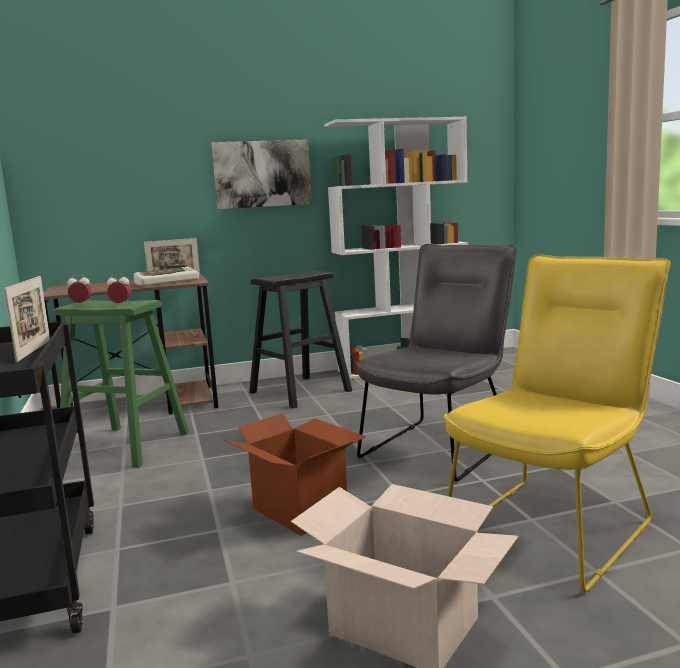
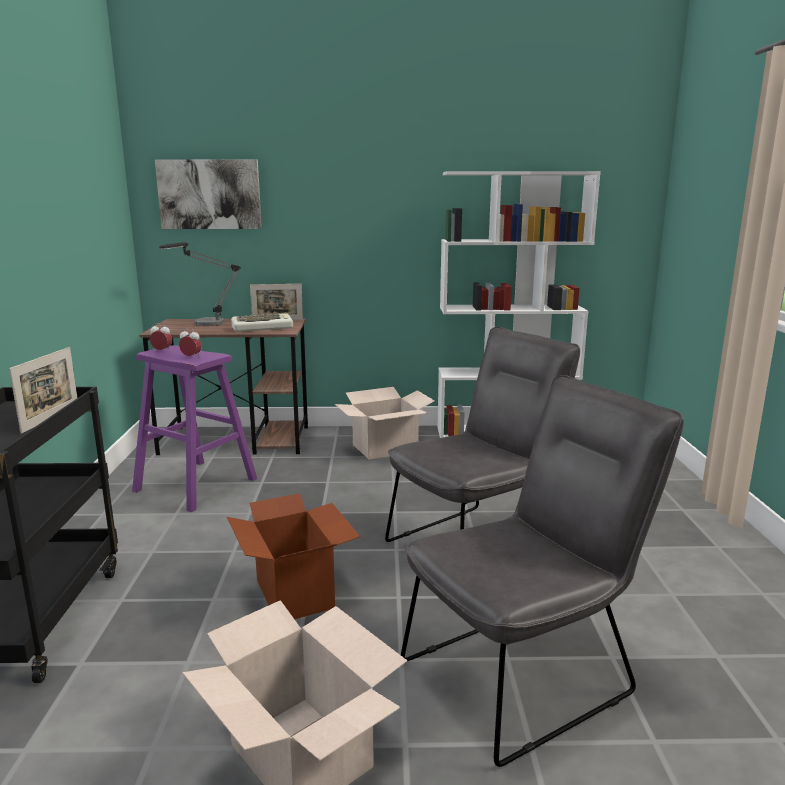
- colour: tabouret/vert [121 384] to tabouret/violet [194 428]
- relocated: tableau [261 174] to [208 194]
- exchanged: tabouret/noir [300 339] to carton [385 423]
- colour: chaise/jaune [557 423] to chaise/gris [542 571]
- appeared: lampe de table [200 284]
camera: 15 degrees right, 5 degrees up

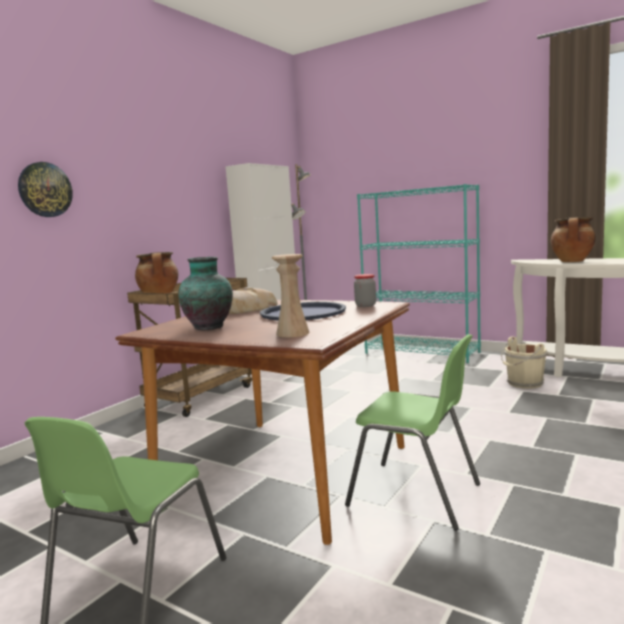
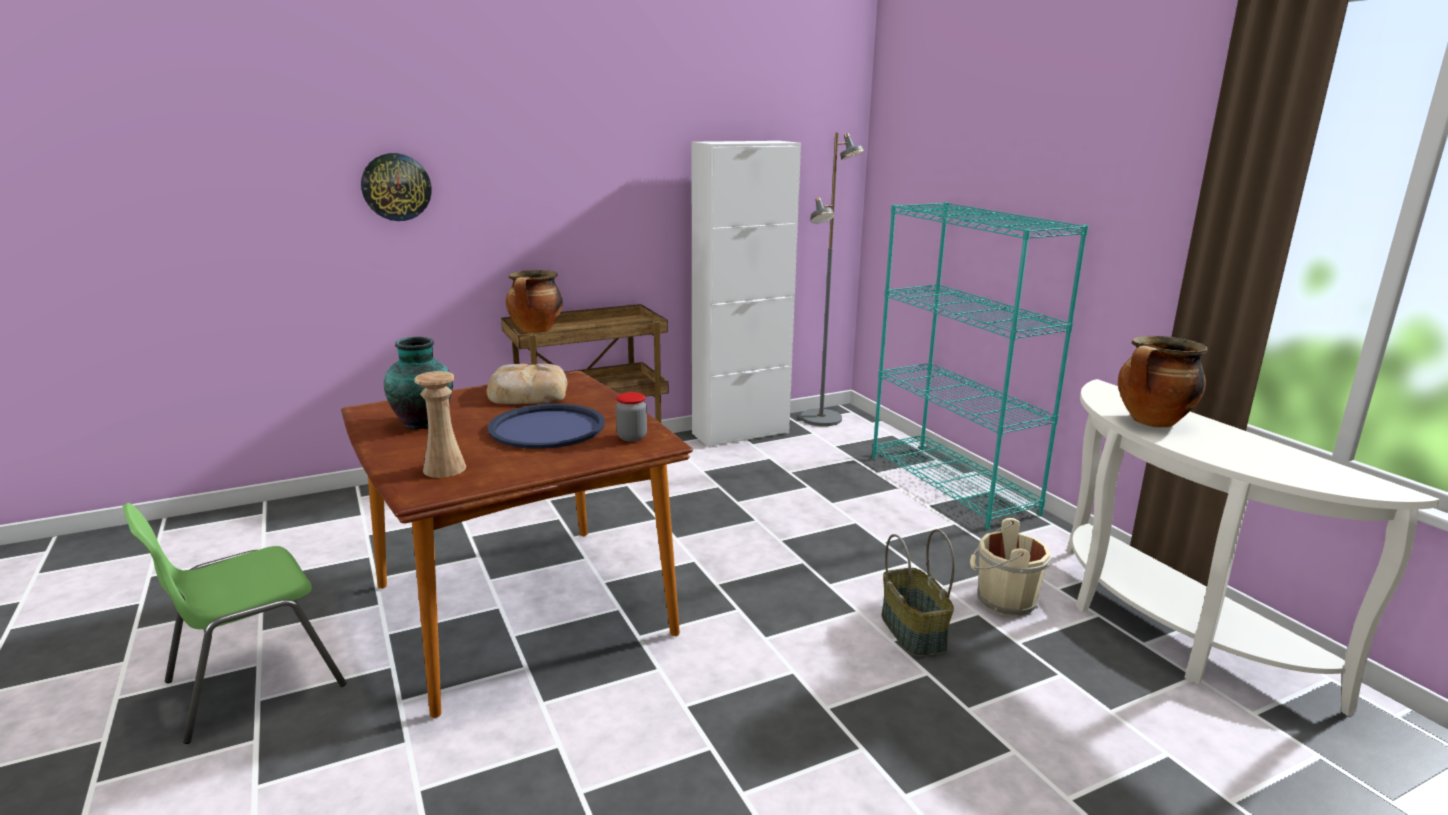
- missing: chaise/vert [412 432]
- appeared: panier [918 593]
camera: 30 degrees right, 10 degrees up

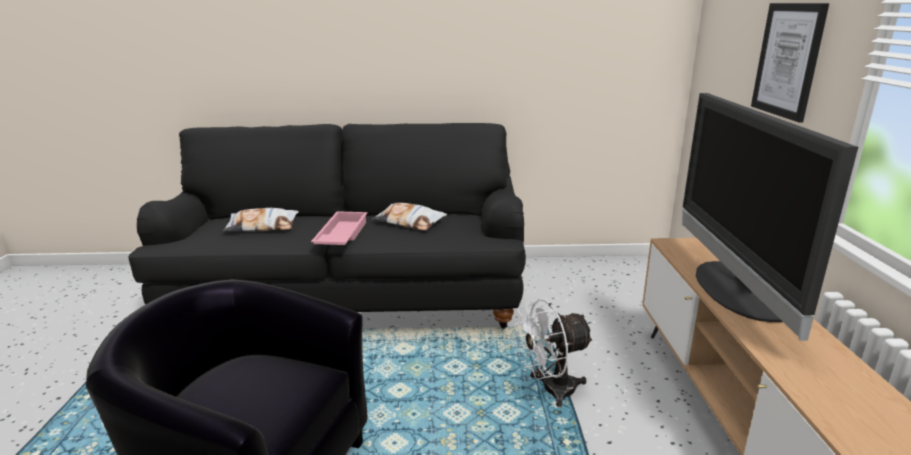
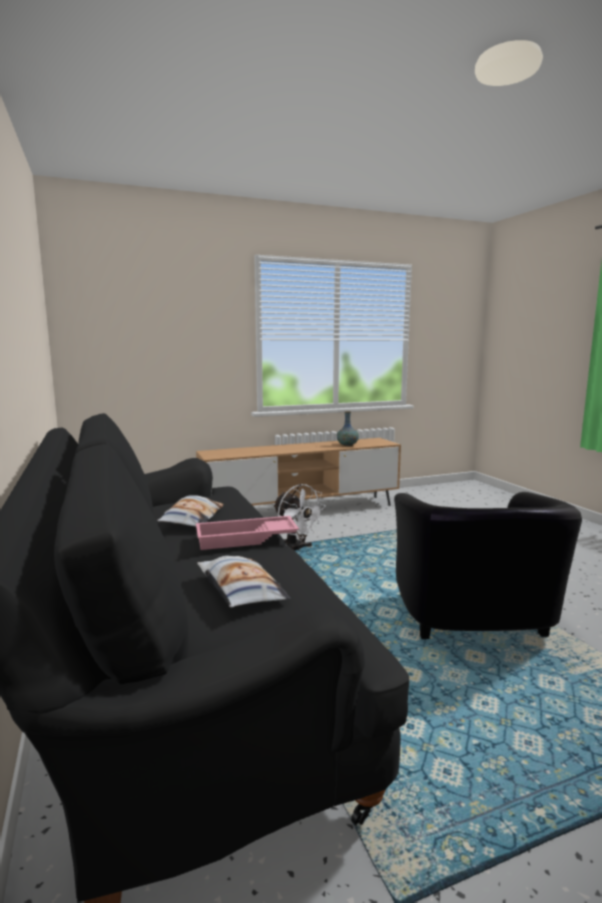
- missing: téléviseur [770 217]
- missing: tableau [790 62]
- appeared: vase [348 428]
camera: 110 degrees left, 10 degrees down

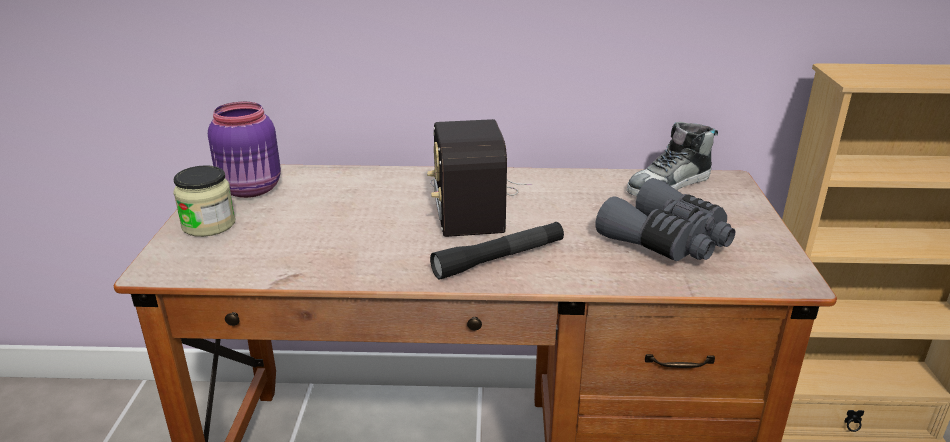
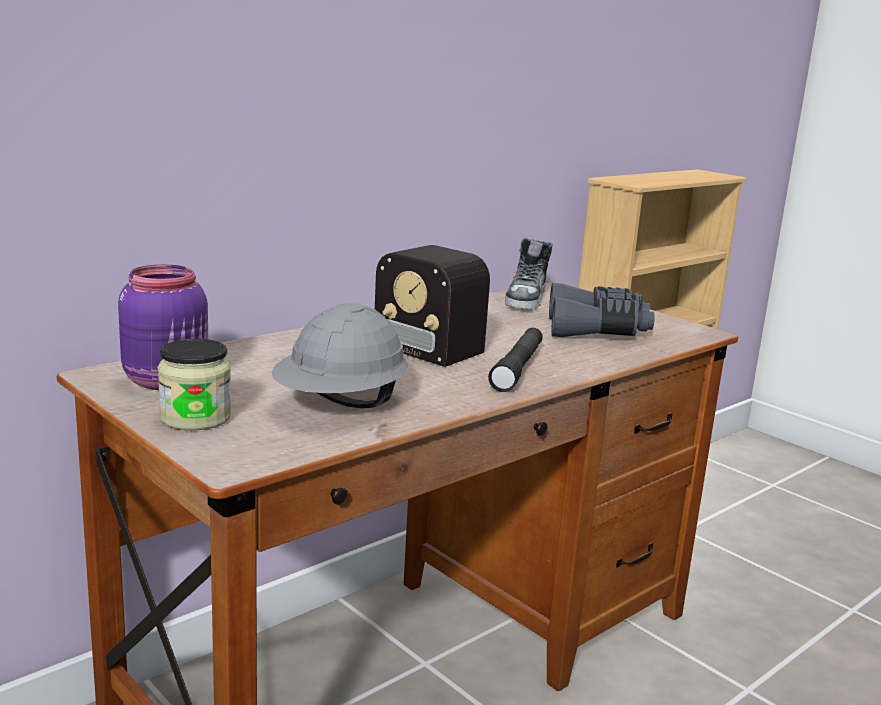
- appeared: casque de chantier/gris [340 355]
camera: 45 degrees left, 10 degrees down

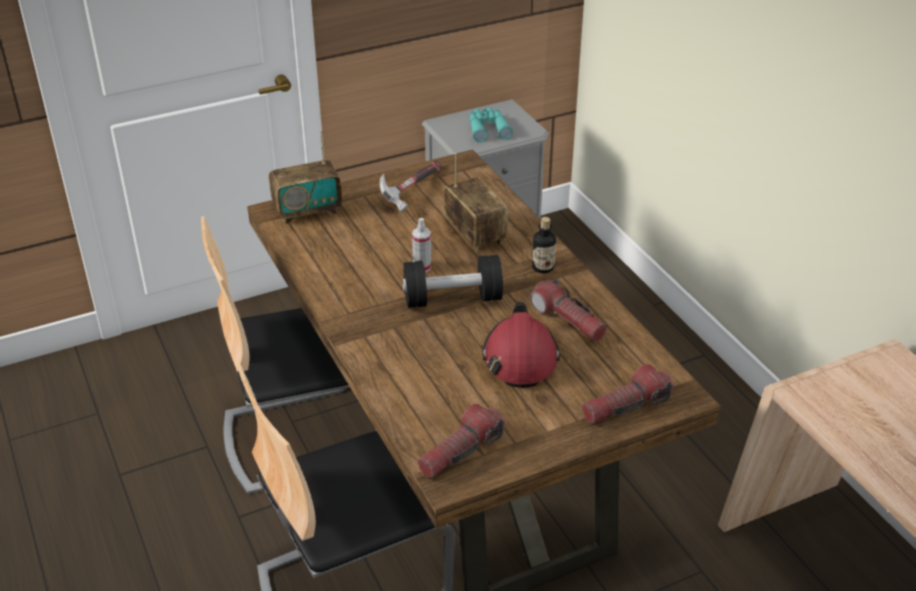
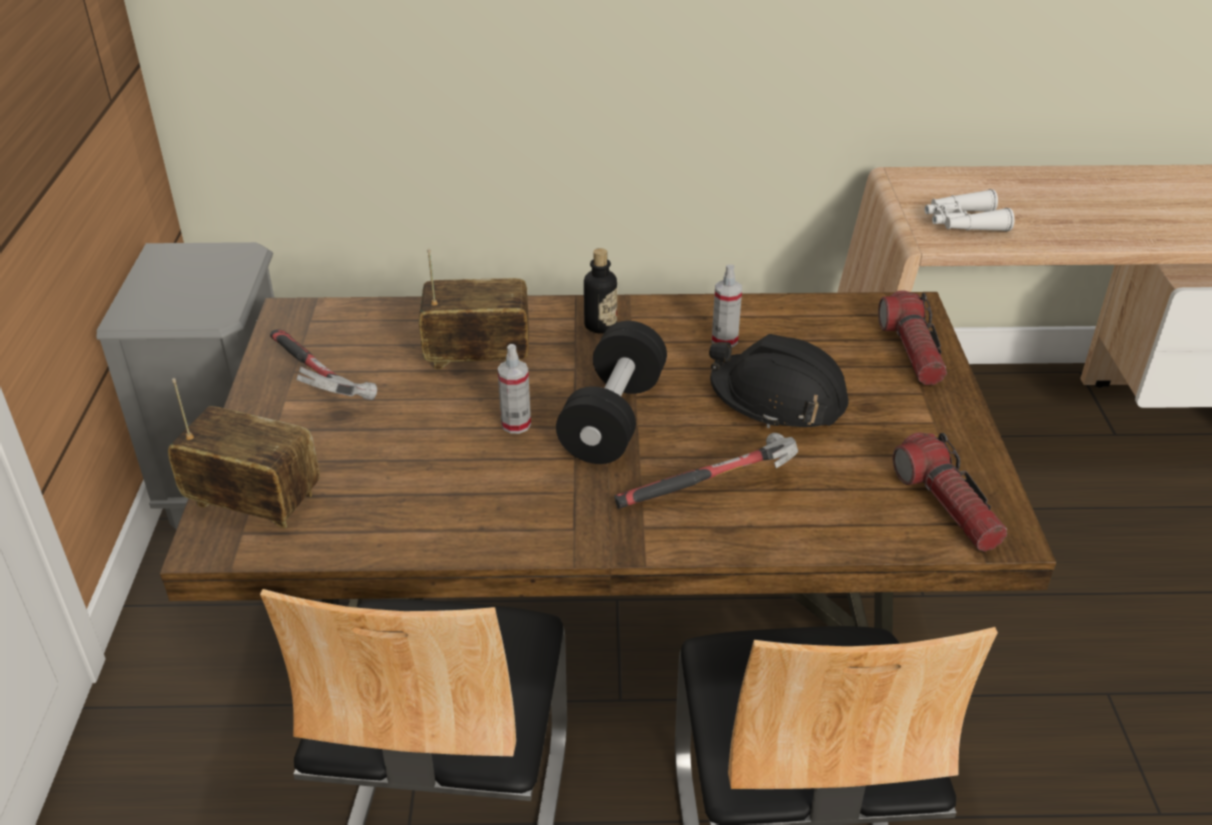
- spun: radio [305 177] = [244 453] 75 degrees counterclockwise
- missing: jumelles/turquoise [491 125]
- colour: casque de chantier/rouge [521 345] to casque de chantier/noir [779 381]
- exchanged: lampe de poche [568 309] to vaporisateur [727 306]
- appeared: marteau [706 471]
- appeared: jumelles/blanc [970 210]
camera: 65 degrees left, 0 degrees up

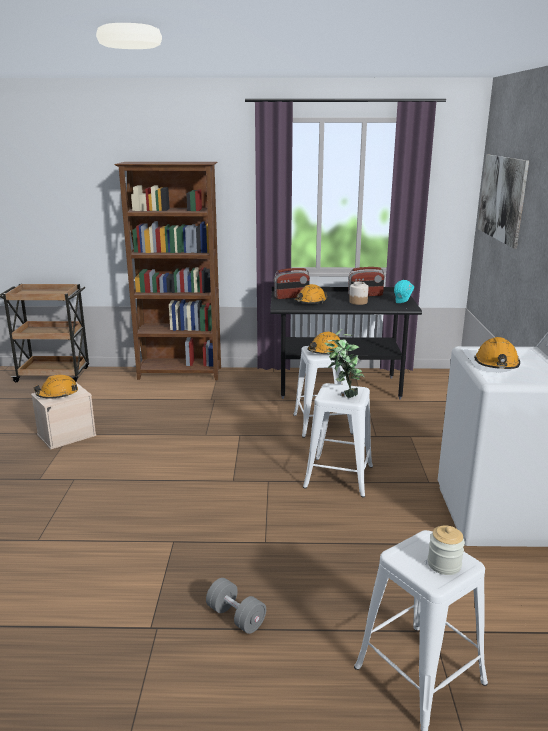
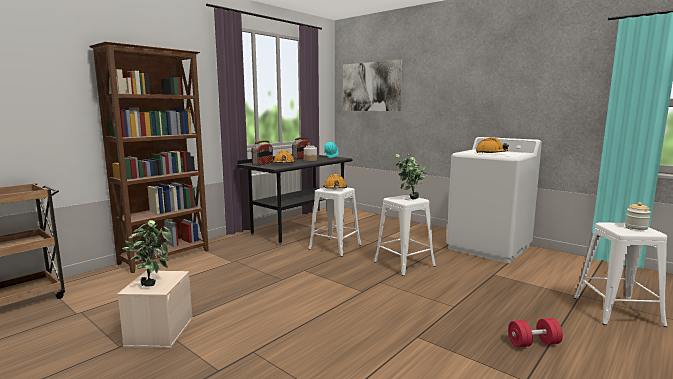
- exchanged: casque de chantier/orange [56 387] to plante en pot [147 253]
- colour: haltère/gris [236 606] to haltère/rouge [535 332]
camera: 50 degrees left, 10 degrees down

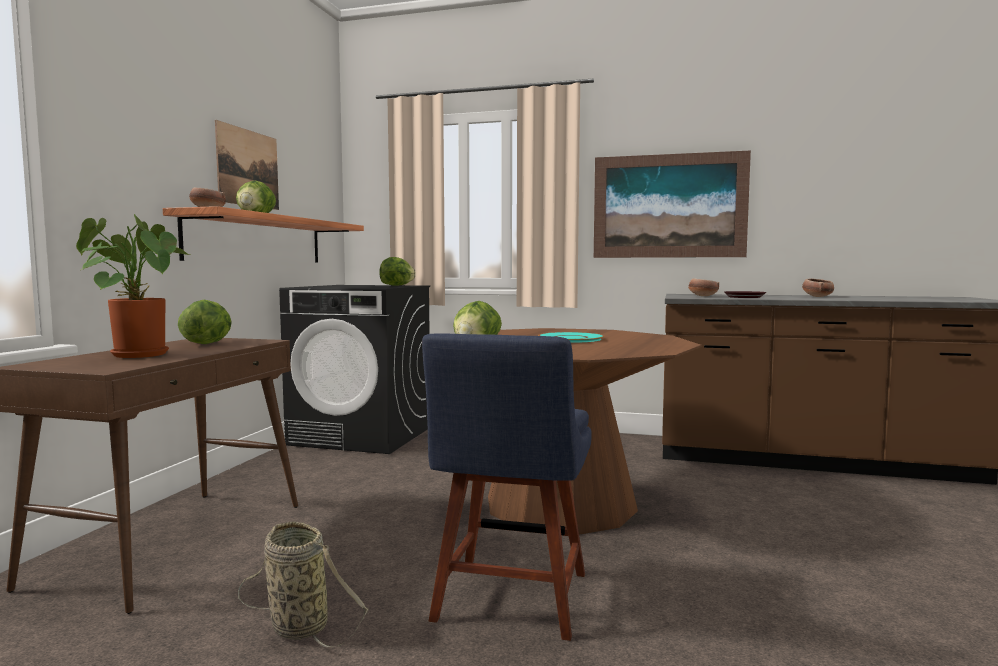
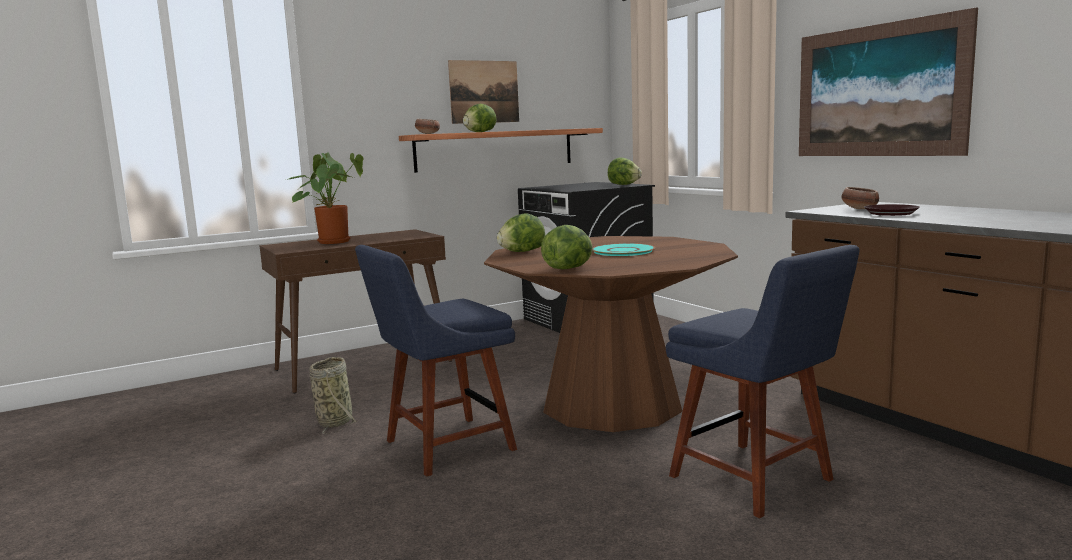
- relocated: laitue [205 322] to [567 247]
- missing: bol [818 288]
- appeared: chaise/bleu [763 381]
camera: 45 degrees right, 5 degrees up

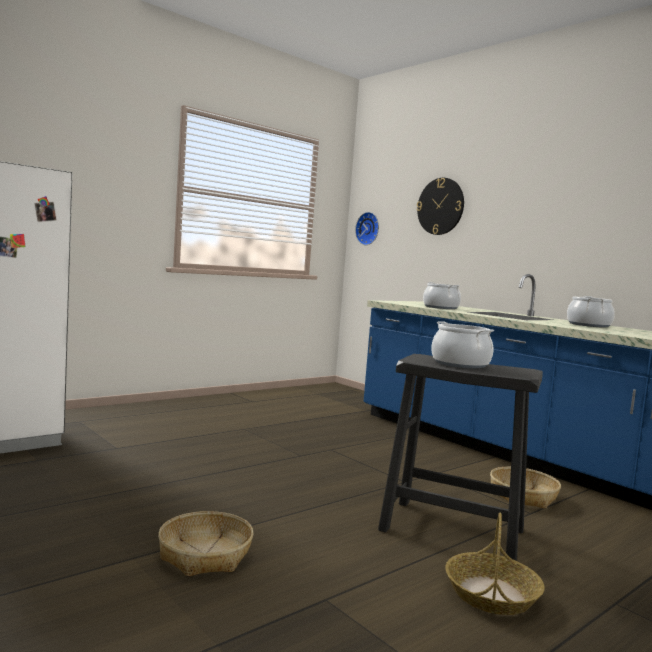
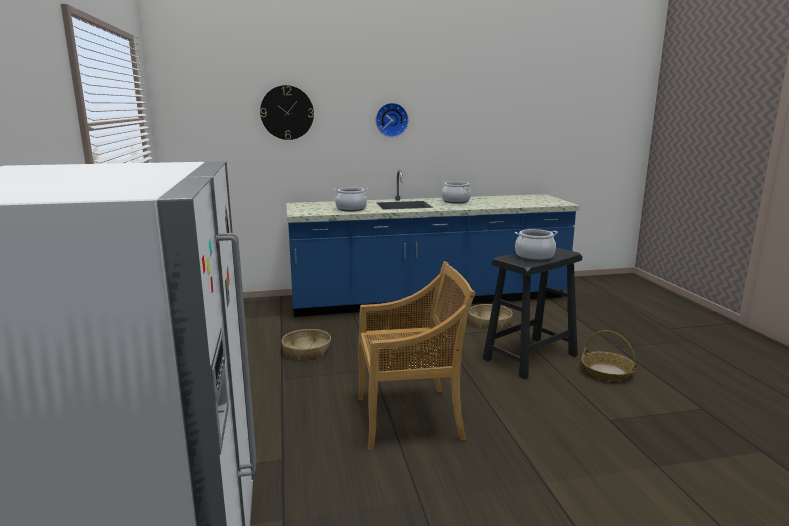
- relocated: panier [206 544] to [306 345]
- relocated: horloge murale [367 228] to [392 120]
- appeared: chaise/beige [417 355]
camera: 60 degrees left, 10 degrees up

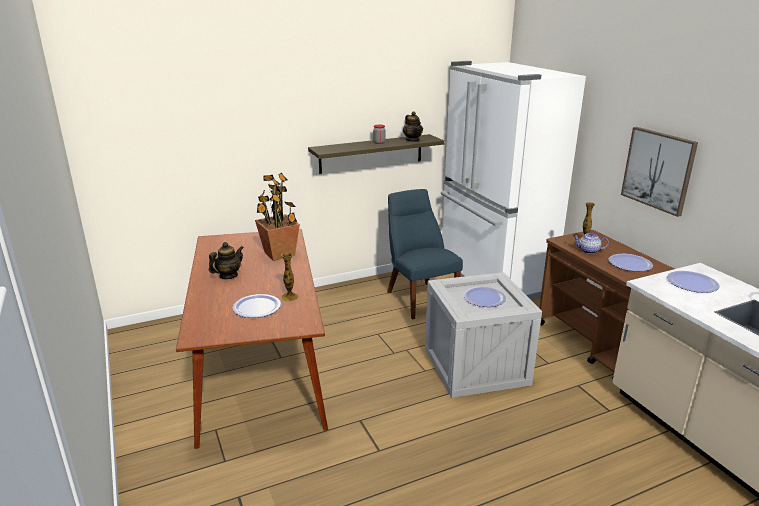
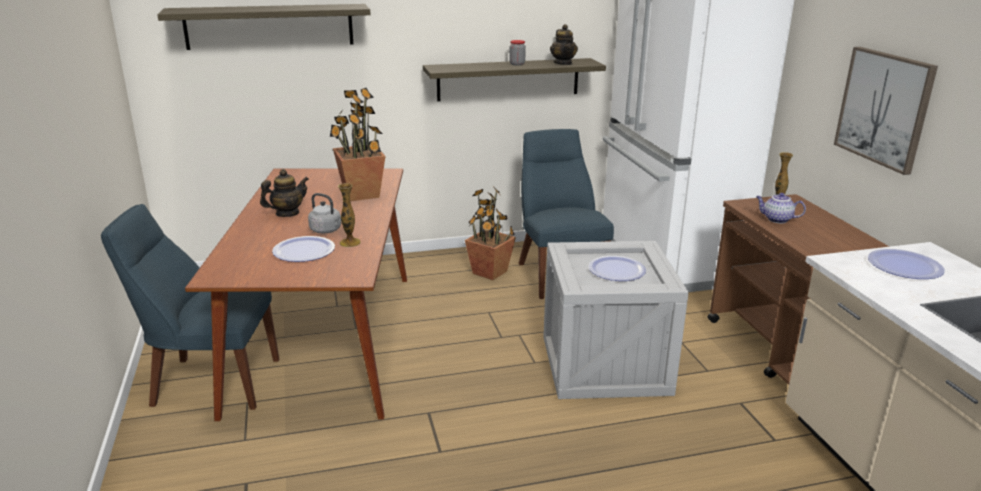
- missing: assiette [631 263]
- appeared: chaise/bleu [190 307]
- appeared: étagère [264 27]
- appeared: bouilloire/gris [324 213]
- appeared: plante en pot [490 233]
camera: 10 degrees right, 0 degrees up

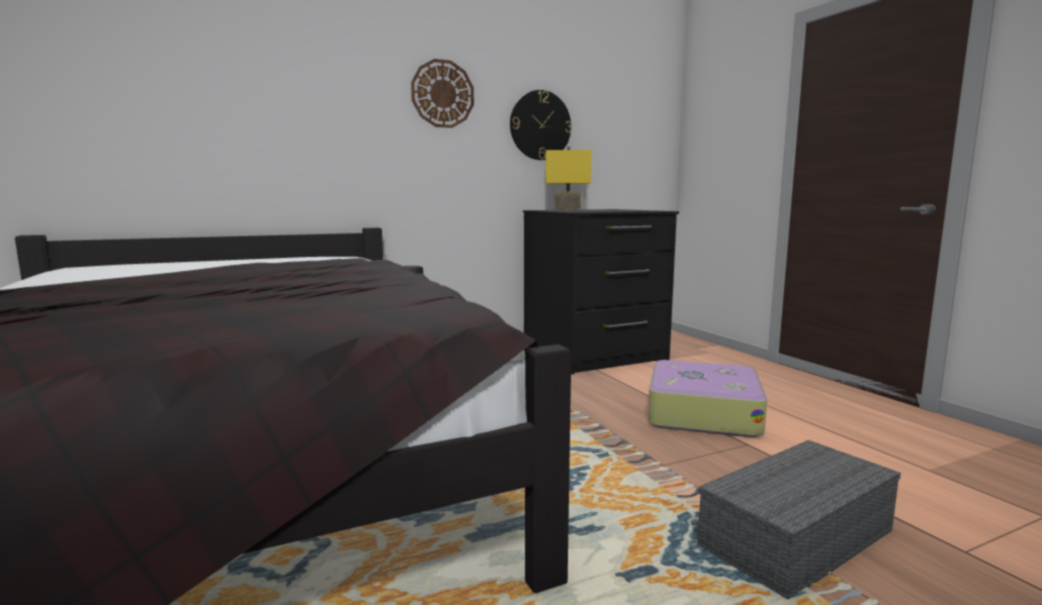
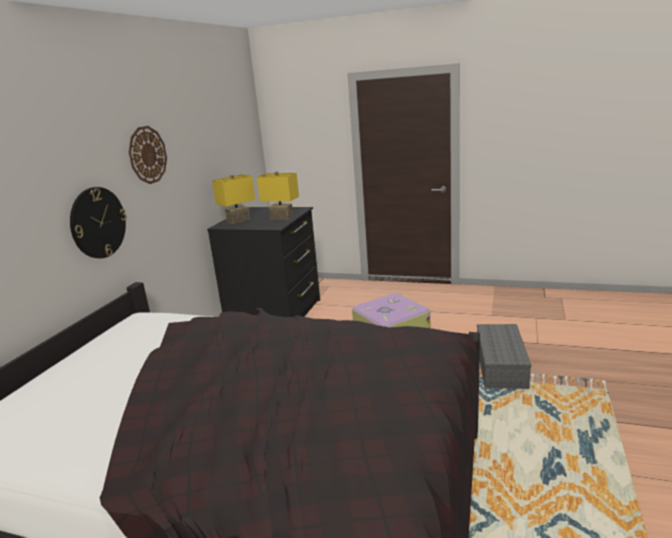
- relocated: horloge murale [541 125] to [98 222]
- appeared: lampe de table/jaune [278 196]
camera: 45 degrees left, 10 degrees up

